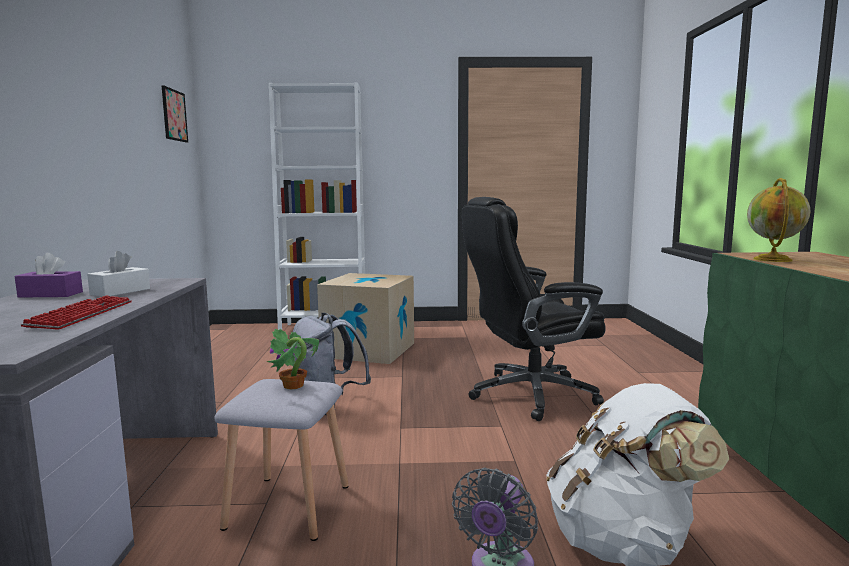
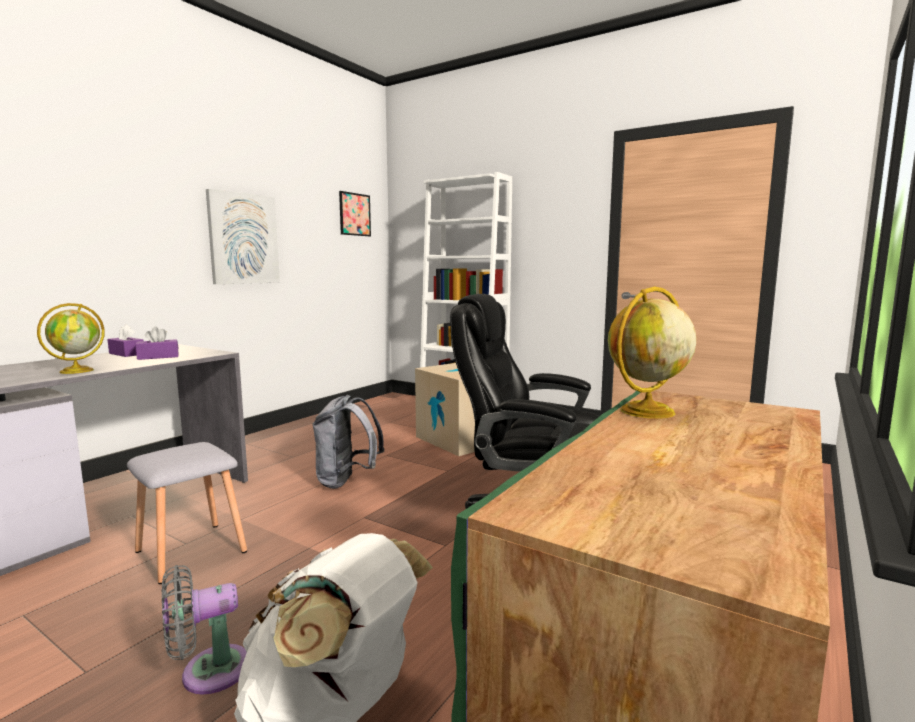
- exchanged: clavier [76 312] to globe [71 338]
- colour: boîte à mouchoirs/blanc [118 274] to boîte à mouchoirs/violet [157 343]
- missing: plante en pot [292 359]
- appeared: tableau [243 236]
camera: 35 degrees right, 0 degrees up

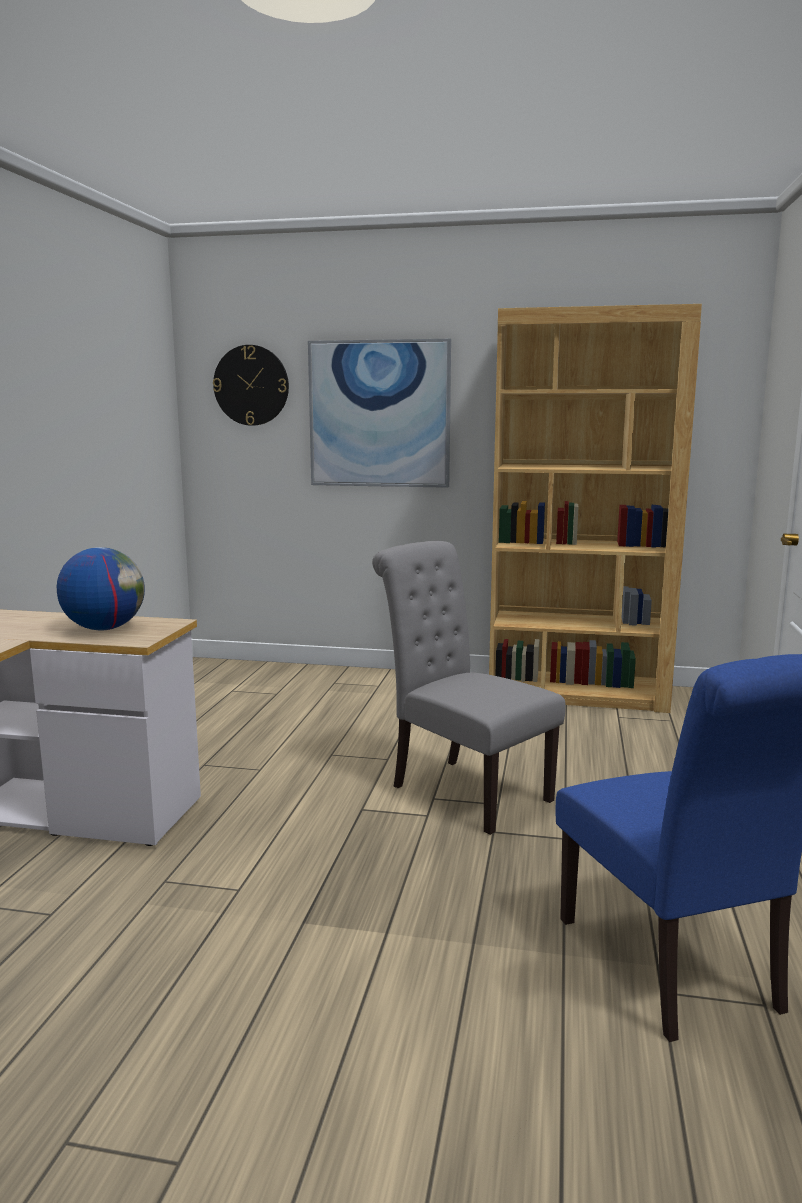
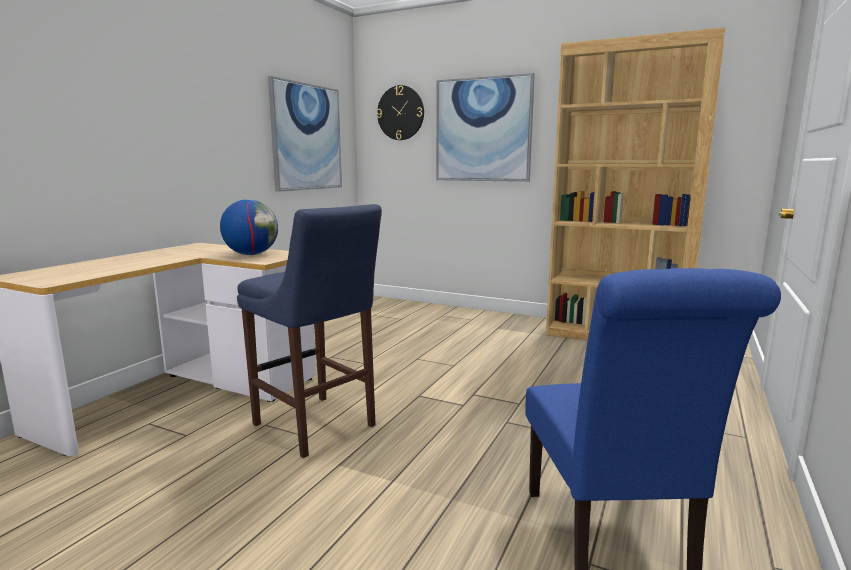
- missing: chaise/gris [469 688]
- appeared: tabouret/bleu [309 331]
- appeared: tableau [305 134]
camera: 15 degrees right, 0 degrees up

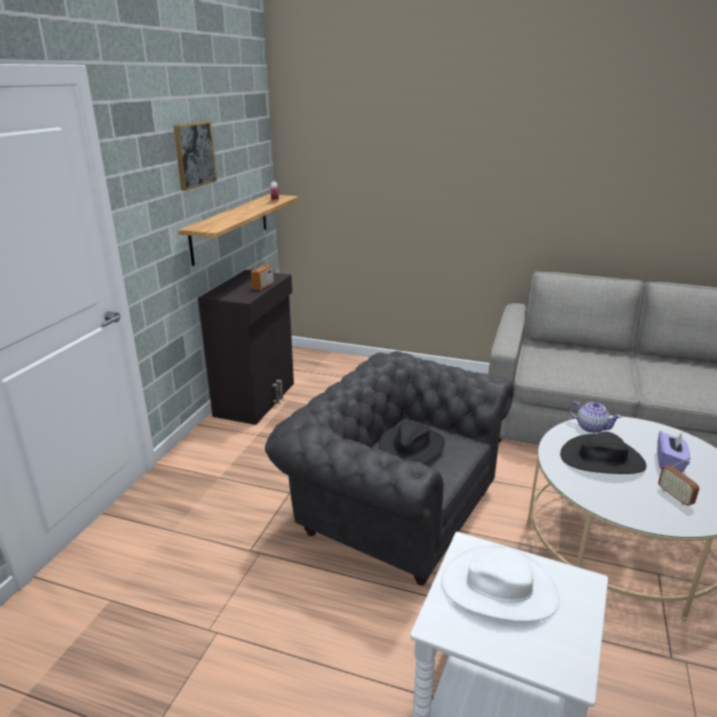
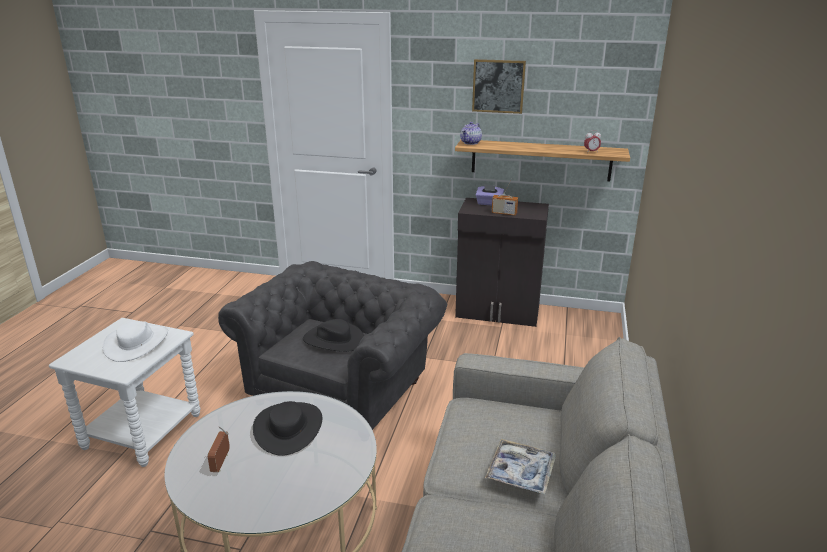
- relocated: théière [595 417] to [471 133]
- relocated: boîte à mouchoirs/violet [673 452] to [490 195]
- spun: radio [679 481] = [219 449] 60 degrees counterclockwise
- appeared: plateau [520 467]
camera: 85 degrees right, 0 degrees up

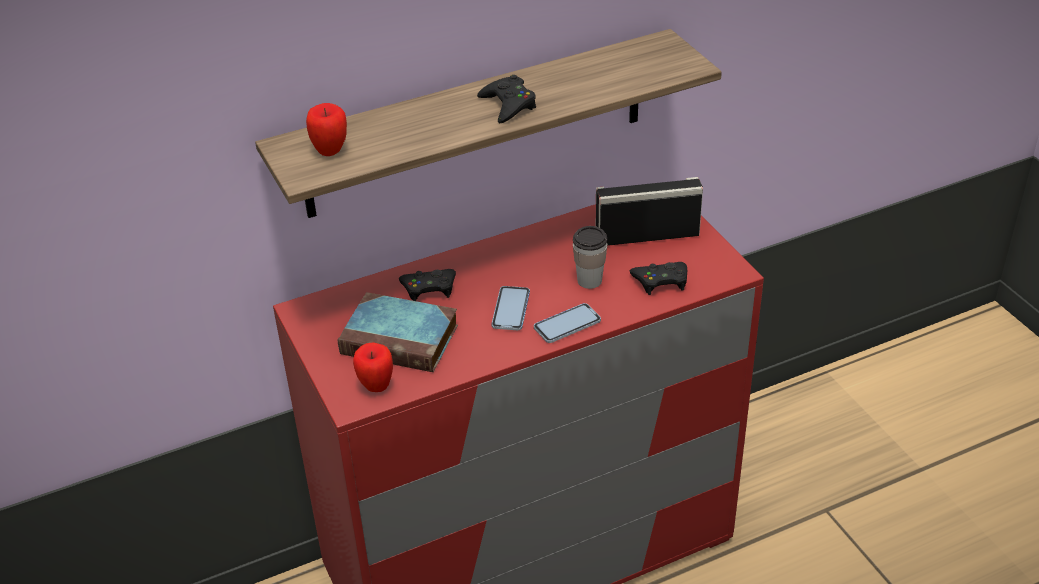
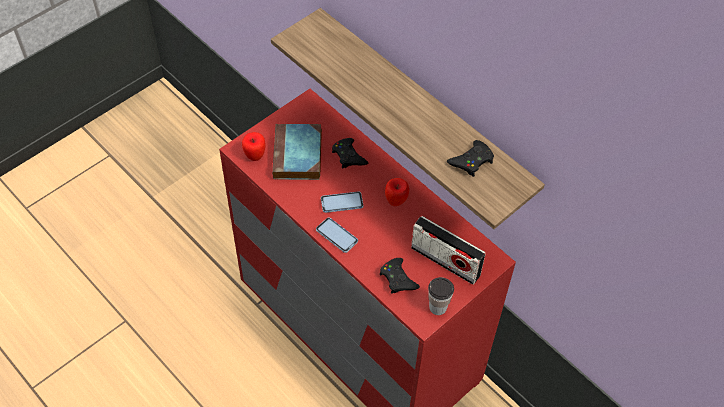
- relocated: pomme [326 129] to [397 192]
- relocated: manette/noir [506 99] to [470 158]
- relocated: tasse [590 257] to [441 296]
- spun: radio [649 211] = [448 250] 150 degrees clockwise
camera: 70 degrees right, 15 degrees up

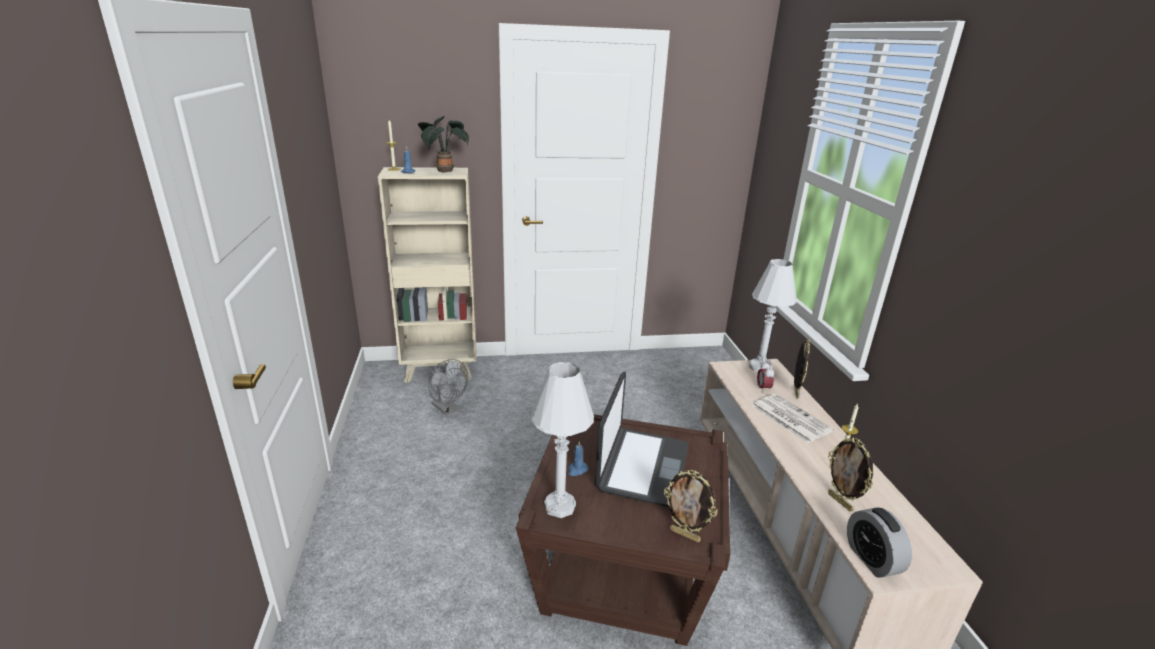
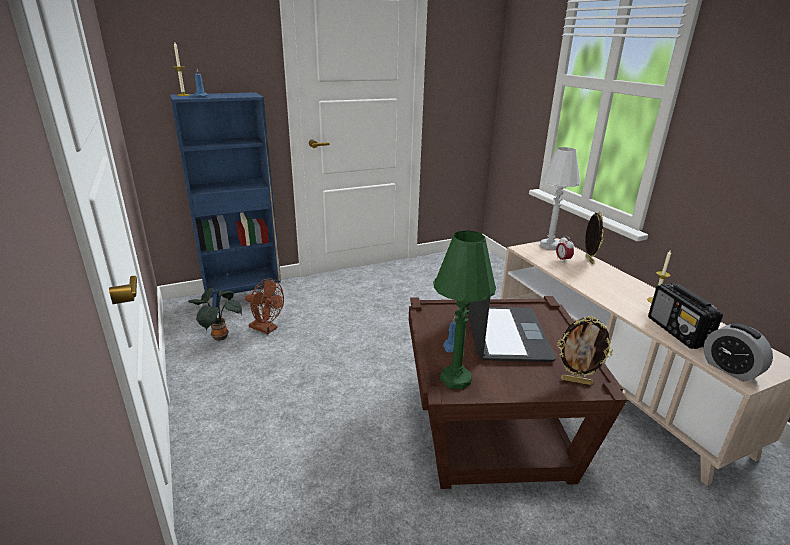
- colour: bibliothèque/beige [427 275] to bibliothèque/bleu [225 200]
- relocated: plante en pot [443 144] to [215 314]
- colour: ventilateur/gris [448 387] to ventilateur/marron [264 306]
- colour: lampe de table/blanc [562 440] to lampe de table/vert [464 309]
- missing: journal [793 419]
- exchanged: cadre photo [850 475] to radio [685 316]
camera: 15 degrees left, 0 degrees up

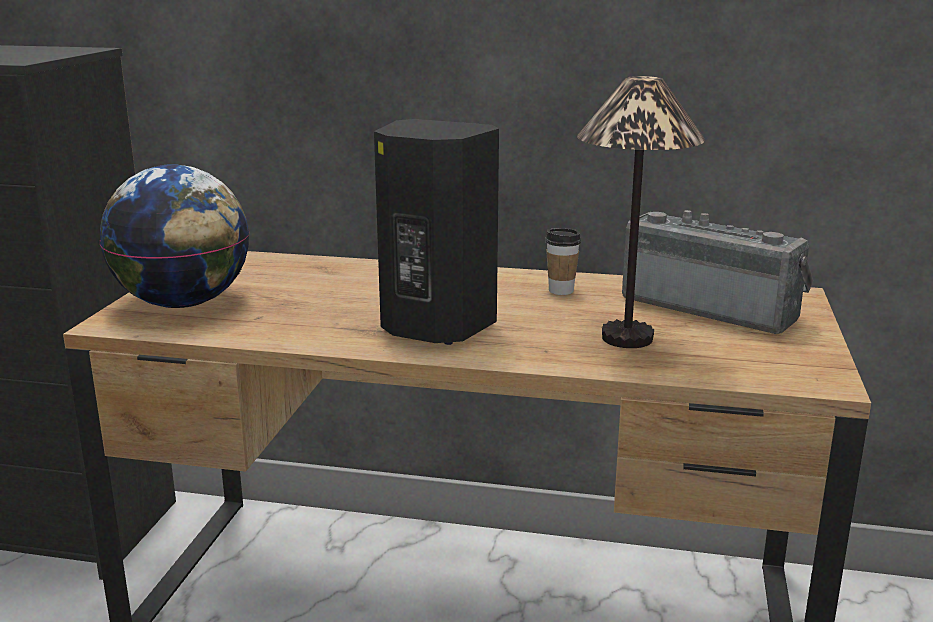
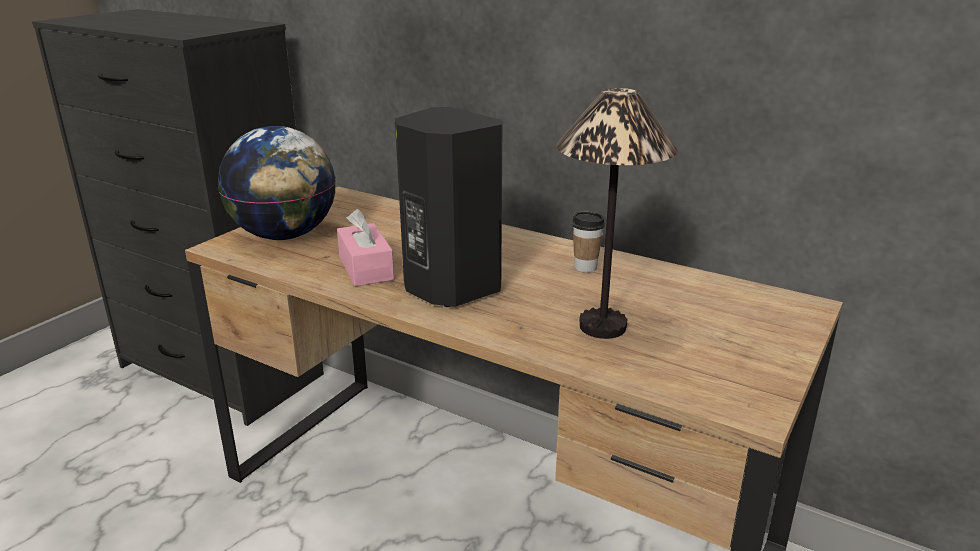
- missing: radio [717 272]
- appeared: boîte à mouchoirs/rose [365 248]
camera: 20 degrees right, 5 degrees up

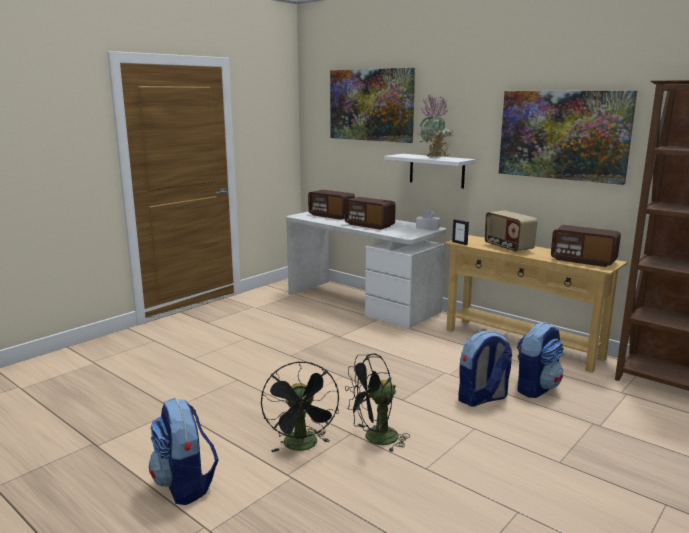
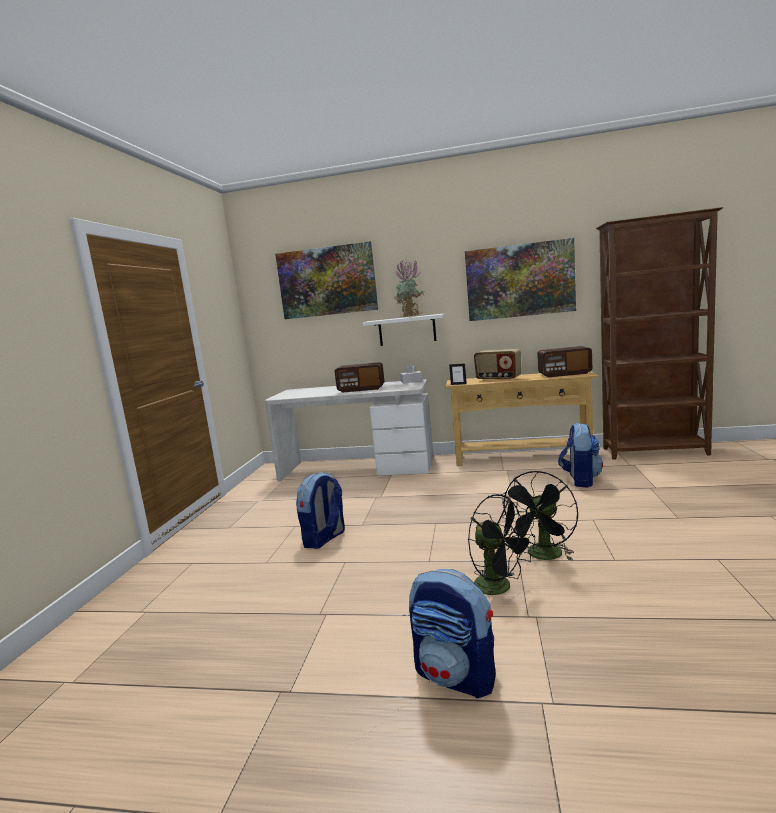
- missing: radio [331 205]
- relocated: sac à dos [485 369] to [320 510]
camera: 30 degrees left, 5 degrees down

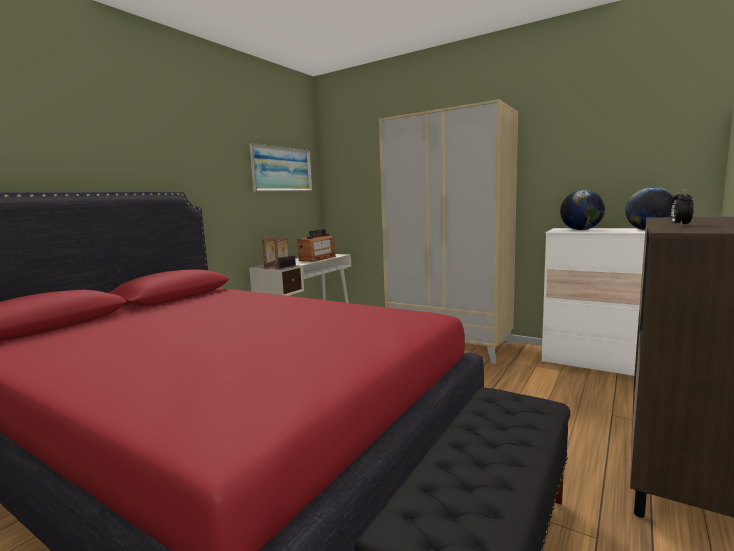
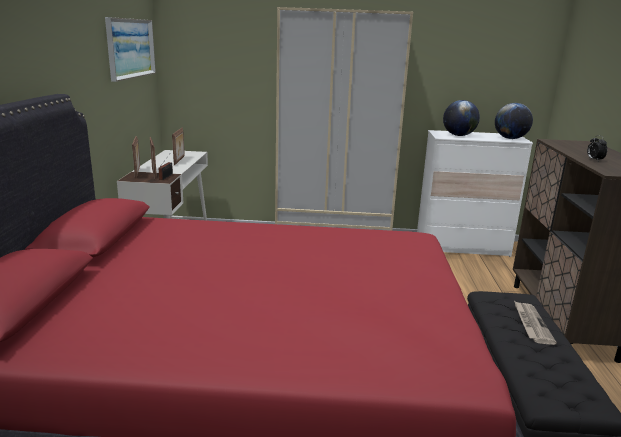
- exchanged: radio [316 245] to cadre photo [178 146]
- appeared: journal [535 323]
camera: 30 degrees left, 10 degrees up

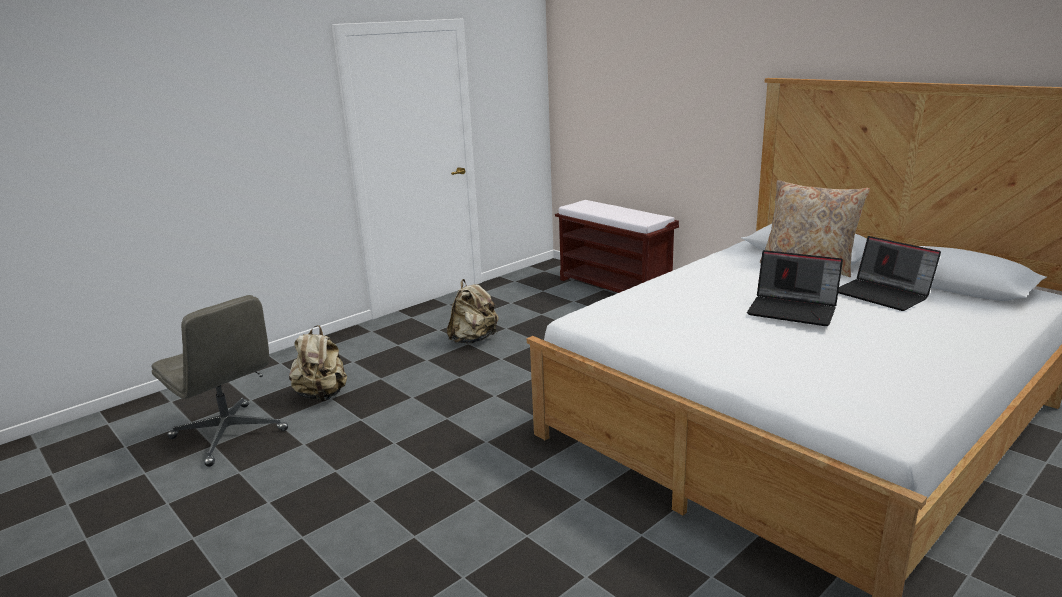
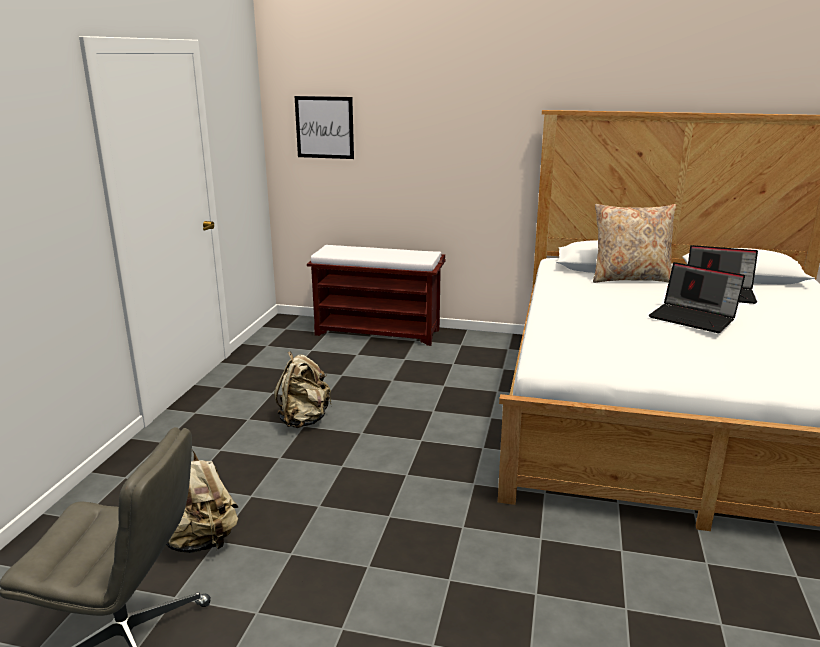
- spun: ordinateur portable [795 288] = [697 297] 45 degrees clockwise
- appeared: tableau [324 127]
camera: 35 degrees left, 0 degrees up

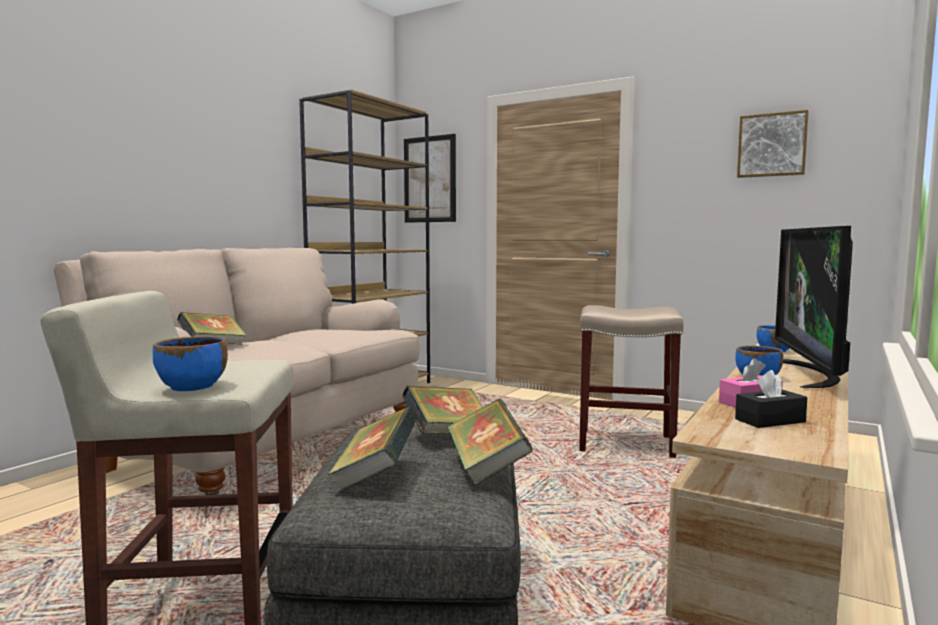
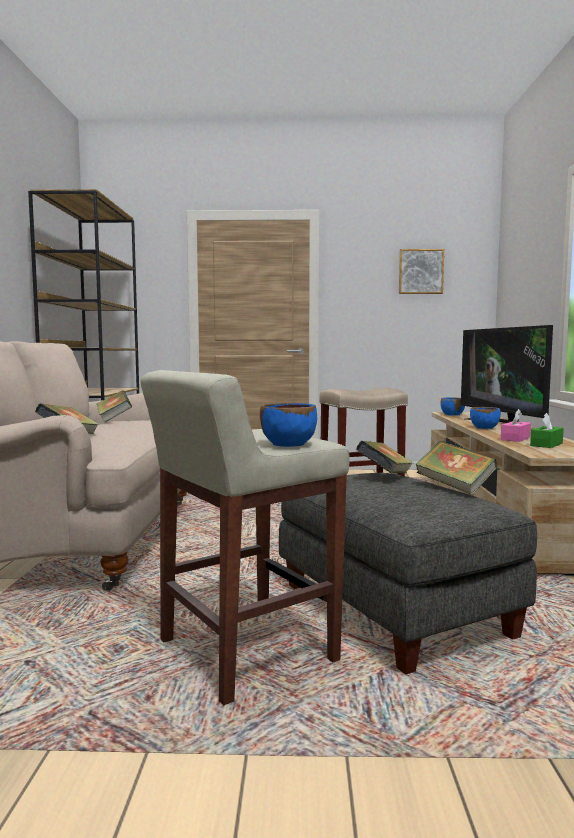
- relocated: livre [373 449] to [114 406]
- missing: tableau [430 178]
- colour: boîte à mouchoirs/noir [771 399] to boîte à mouchoirs/vert [547 430]
camera: 30 degrees left, 0 degrees up

